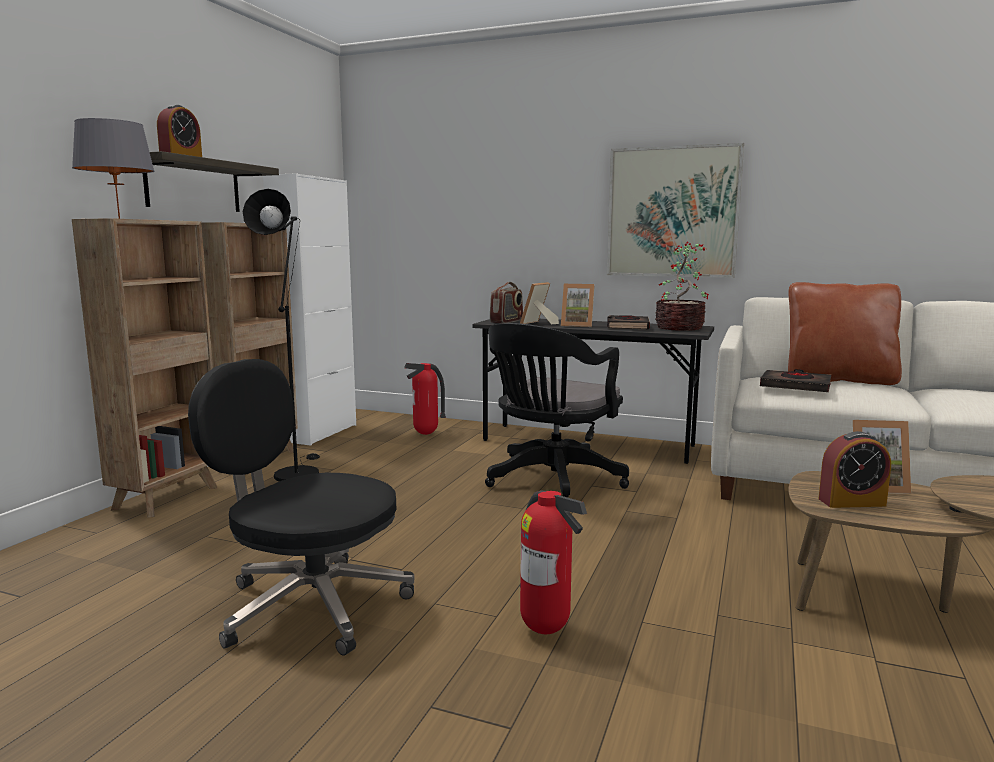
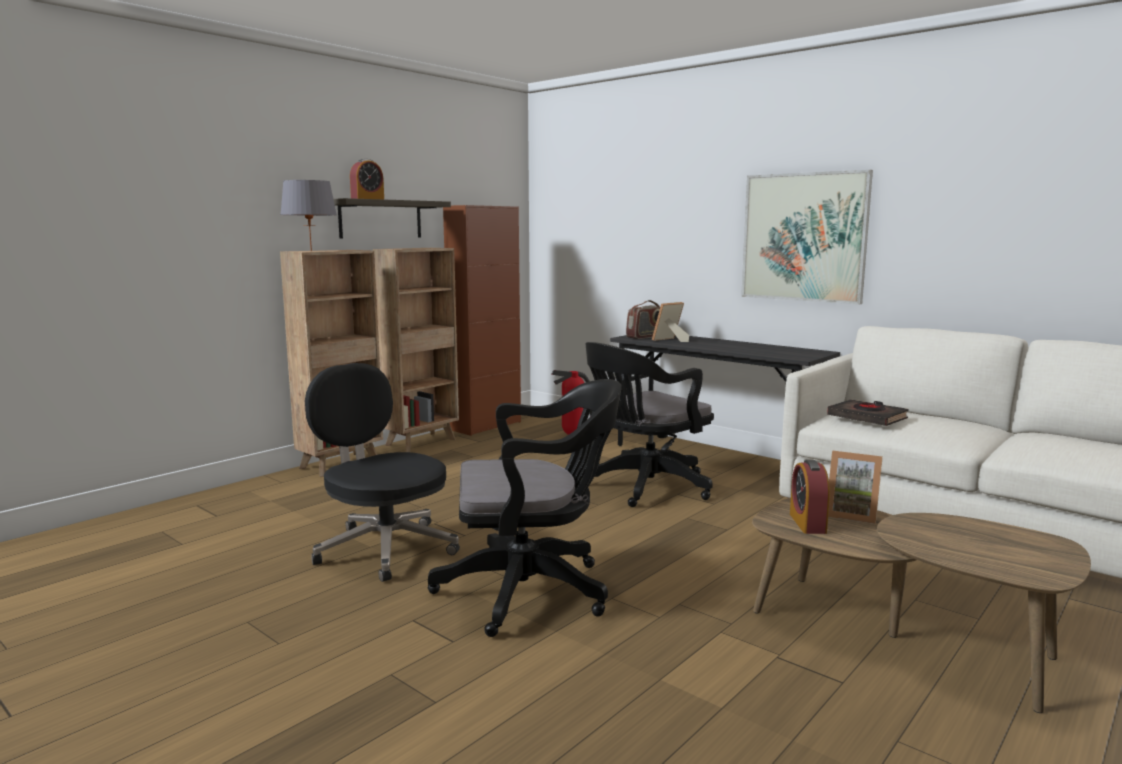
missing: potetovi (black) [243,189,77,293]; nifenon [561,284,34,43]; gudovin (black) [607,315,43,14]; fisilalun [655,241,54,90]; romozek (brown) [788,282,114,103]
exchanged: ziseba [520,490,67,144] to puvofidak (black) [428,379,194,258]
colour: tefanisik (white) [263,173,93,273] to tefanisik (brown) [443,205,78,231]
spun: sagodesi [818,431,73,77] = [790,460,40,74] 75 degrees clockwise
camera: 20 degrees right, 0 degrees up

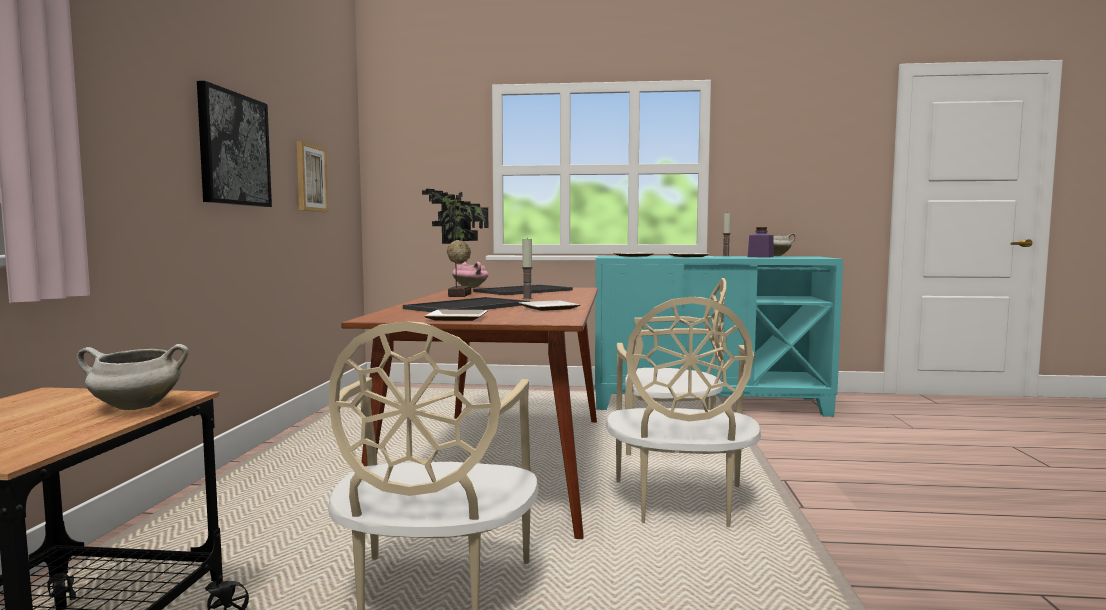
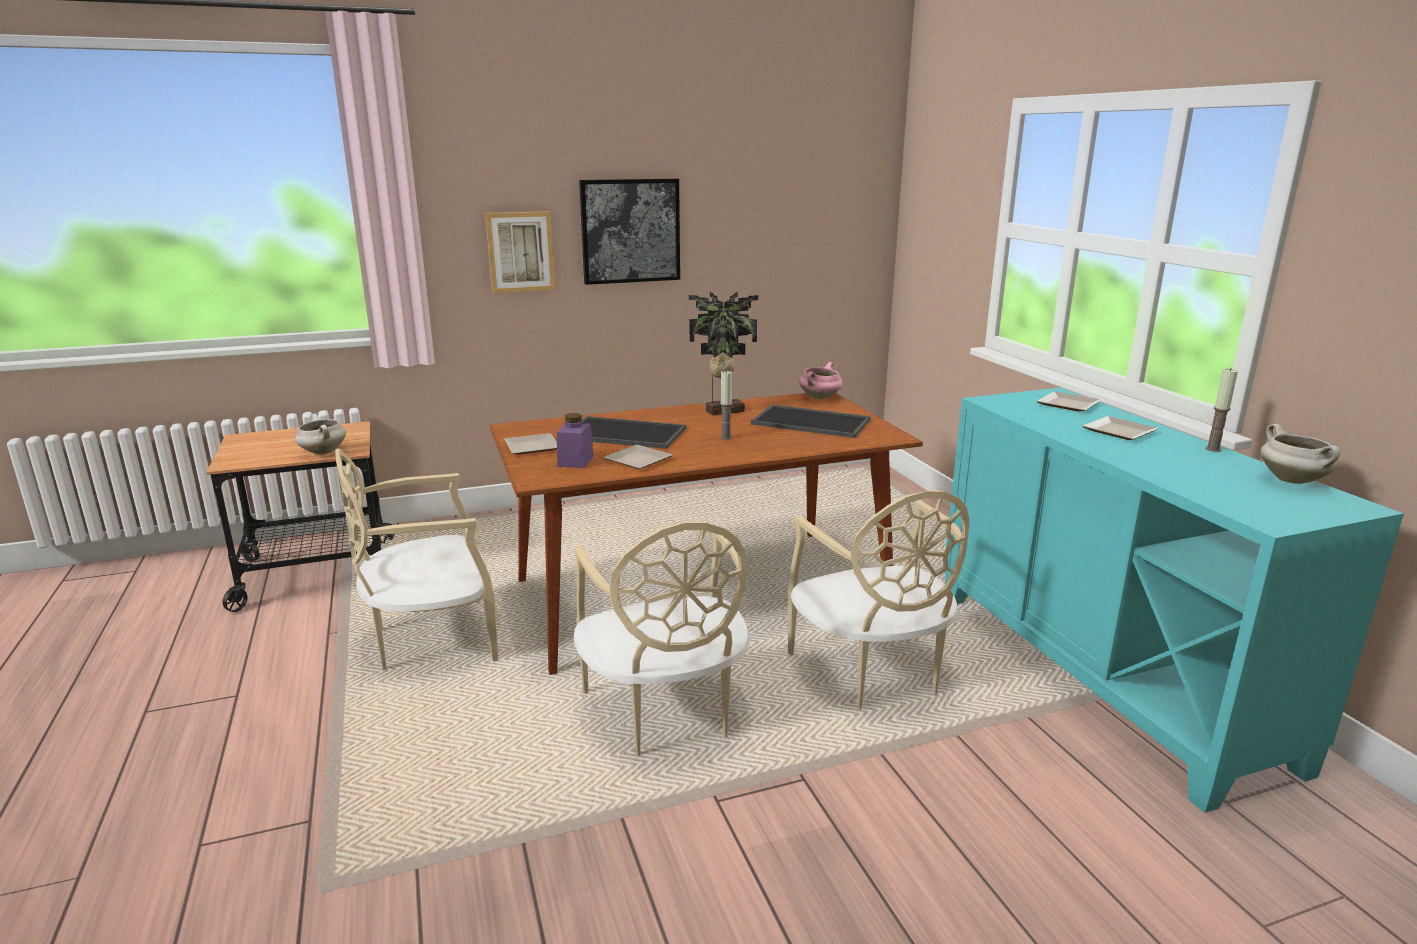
relocated: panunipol [297,141,31,71] to [485,211,70,82]; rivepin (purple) [748,227,26,31] to [557,413,37,55]
spun: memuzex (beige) [606,297,155,230] = [574,521,175,235] 90 degrees counterclockwise
camera: 65 degrees right, 15 degrees up

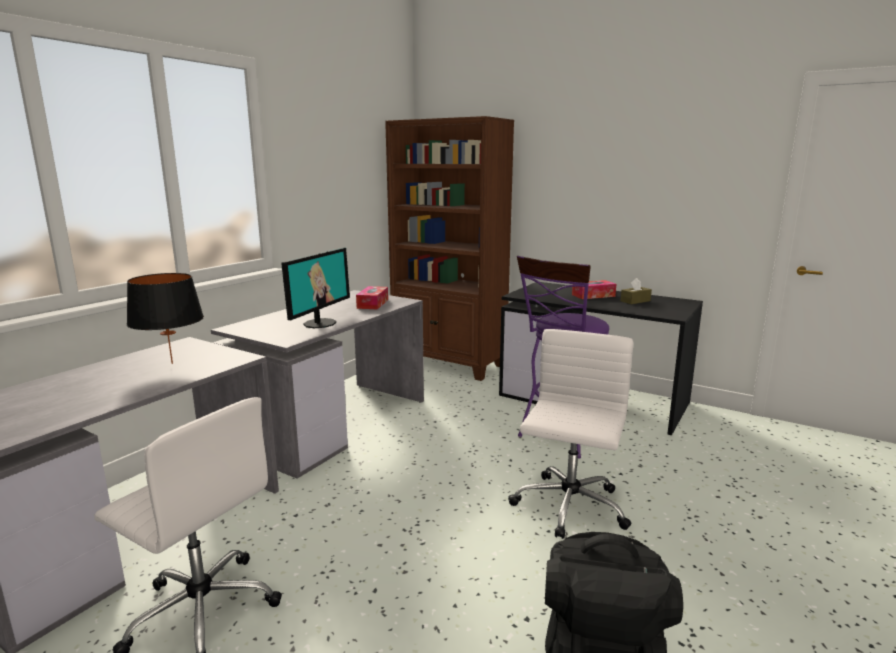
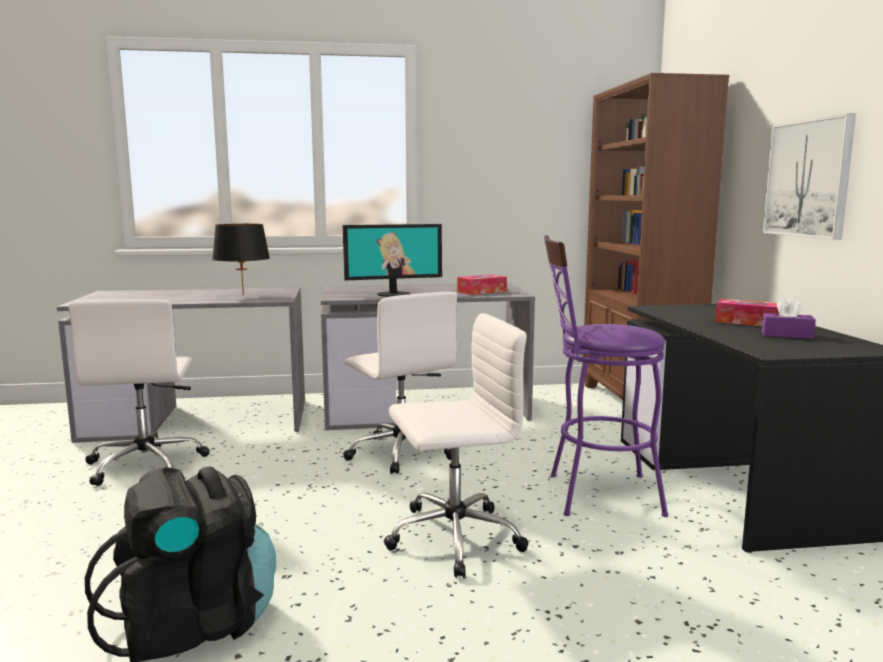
appeared: puvofidak (white) [343,291,114,183]; panunipol [763,113,93,127]
colour: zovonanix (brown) [621,278,31,26] to zovonanix (purple) [762,297,54,42]
camera: 50 degrees right, 5 degrees down

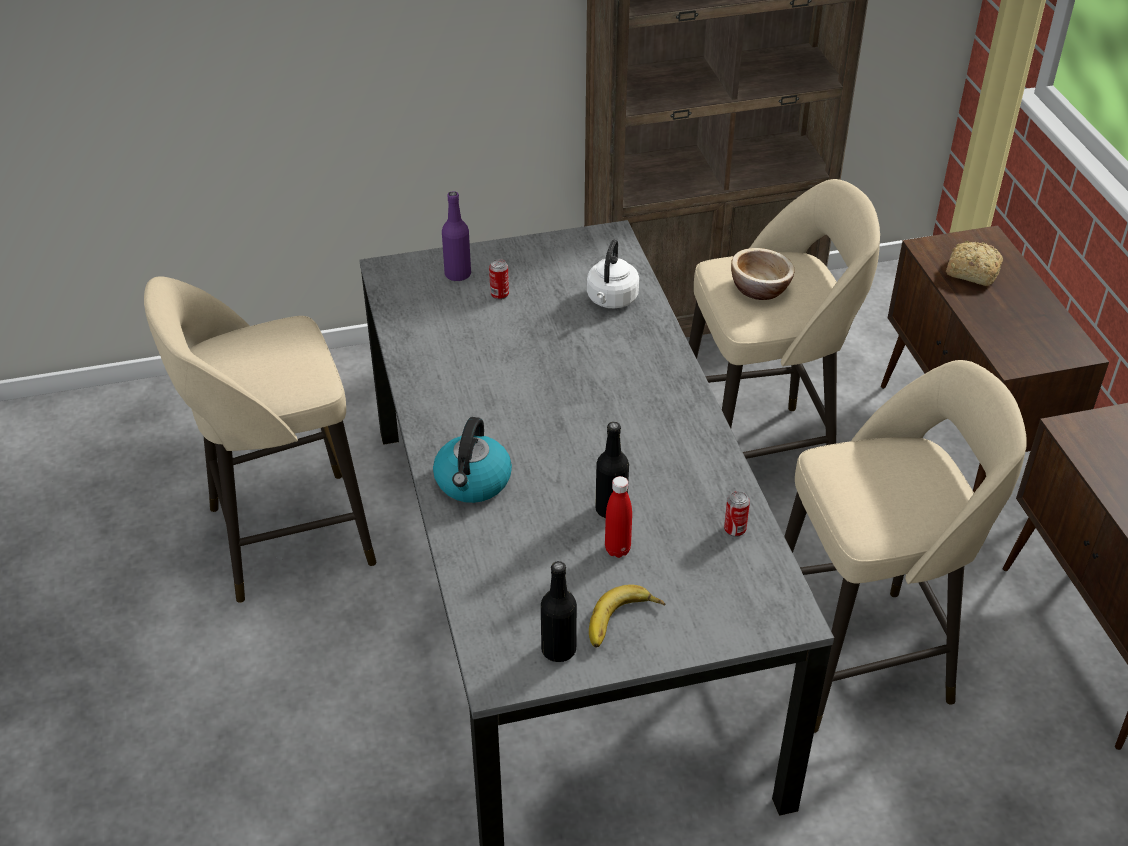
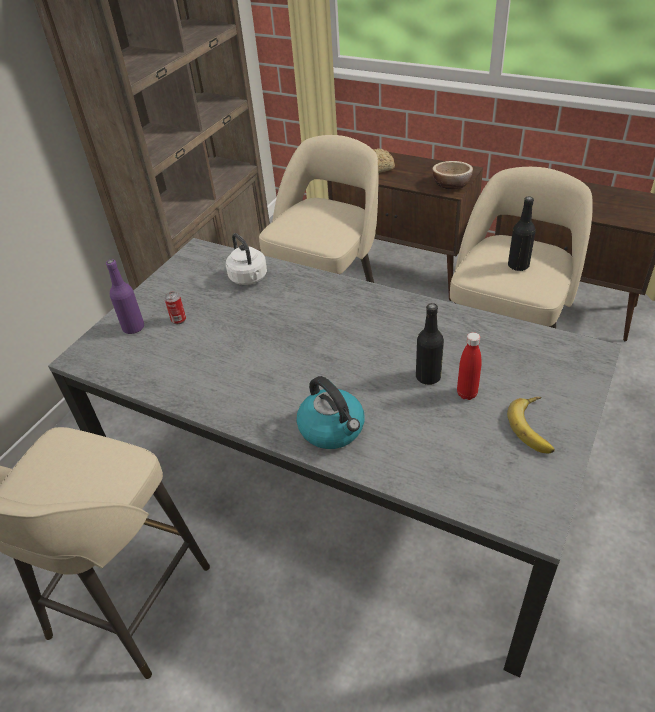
missing: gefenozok [724,491,26,46]
relocated: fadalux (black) [541,561,36,101] to [508,196,28,75]; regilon [731,248,64,52] to [432,161,41,28]
camera: 45 degrees left, 0 degrees up

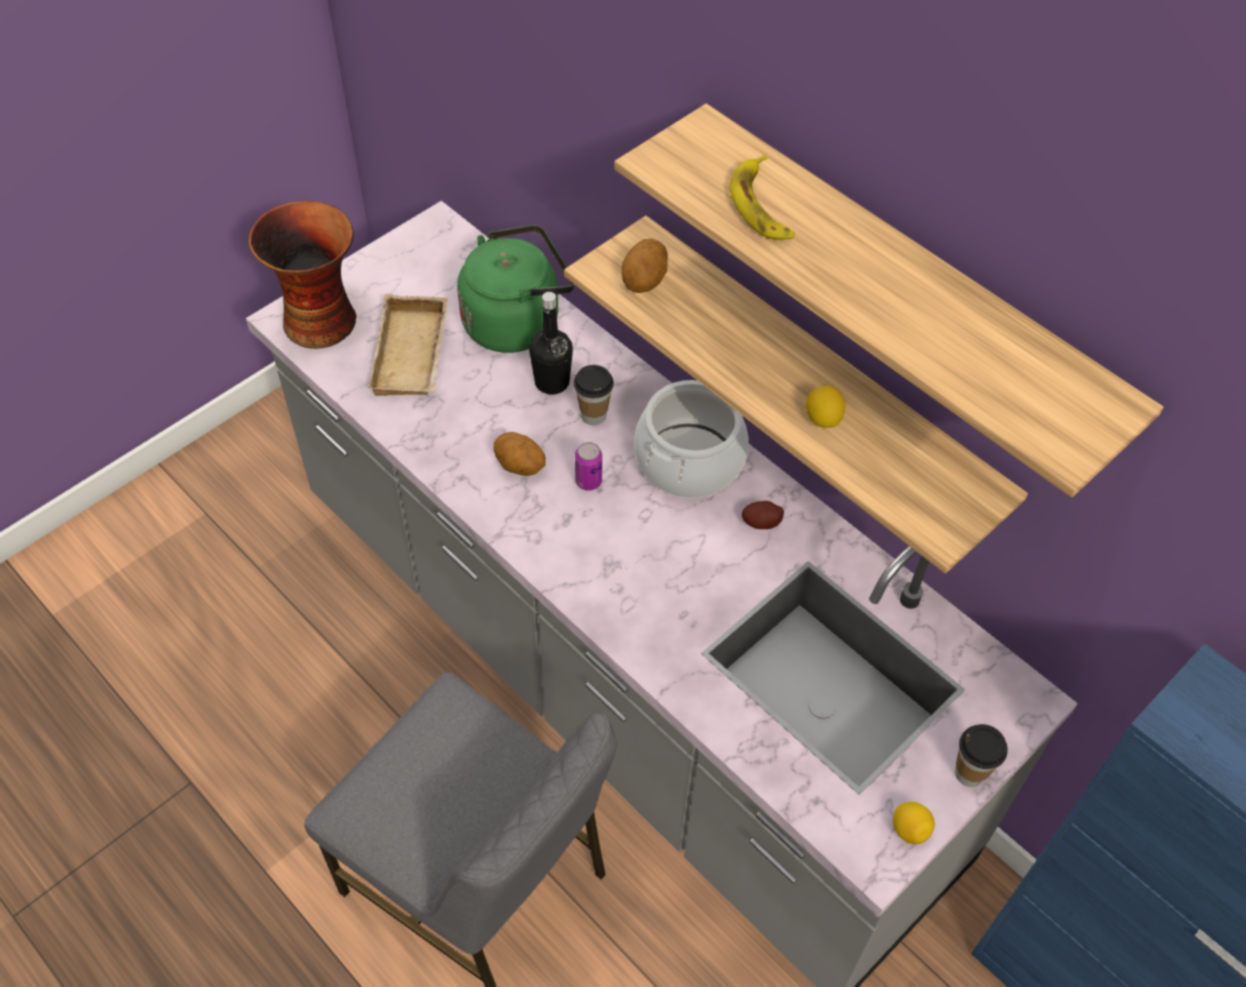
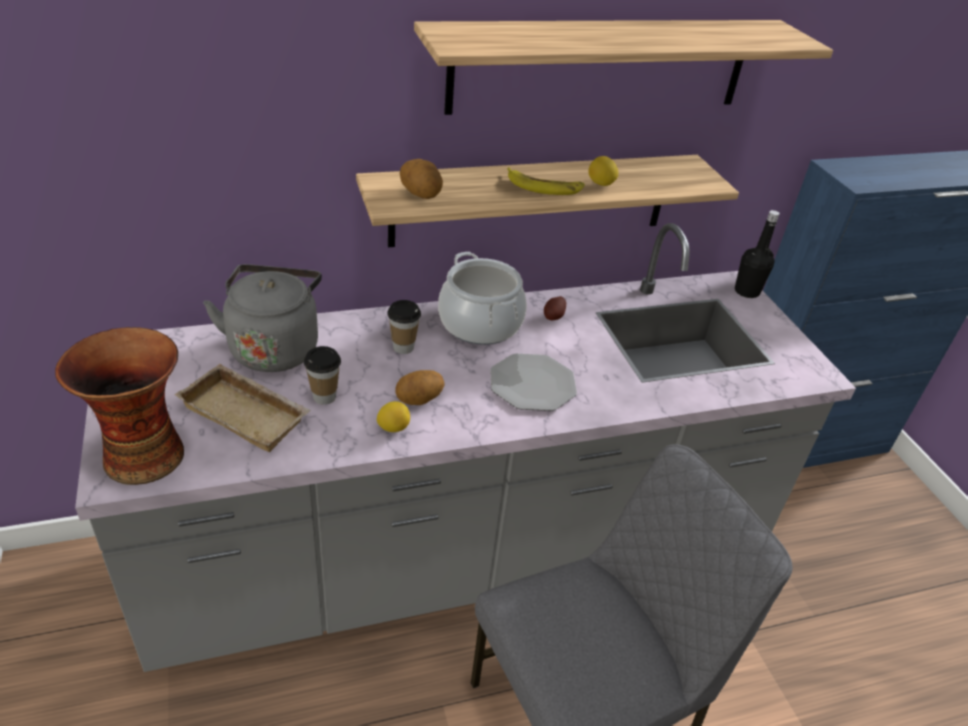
missing: gefenozok [575,442,27,49]
appeared: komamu [490,353,87,58]
relocated: fadalux (black) [529,292,44,103] to [735,210,45,88]; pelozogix [730,155,65,85] to [507,167,78,28]; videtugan [893,802,42,42] to [377,401,33,31]; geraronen [955,724,53,63] to [304,346,37,59]
colour: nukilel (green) [457,225,118,128] to nukilel (grey) [203,264,119,108]
camera: 65 degrees left, 15 degrees down

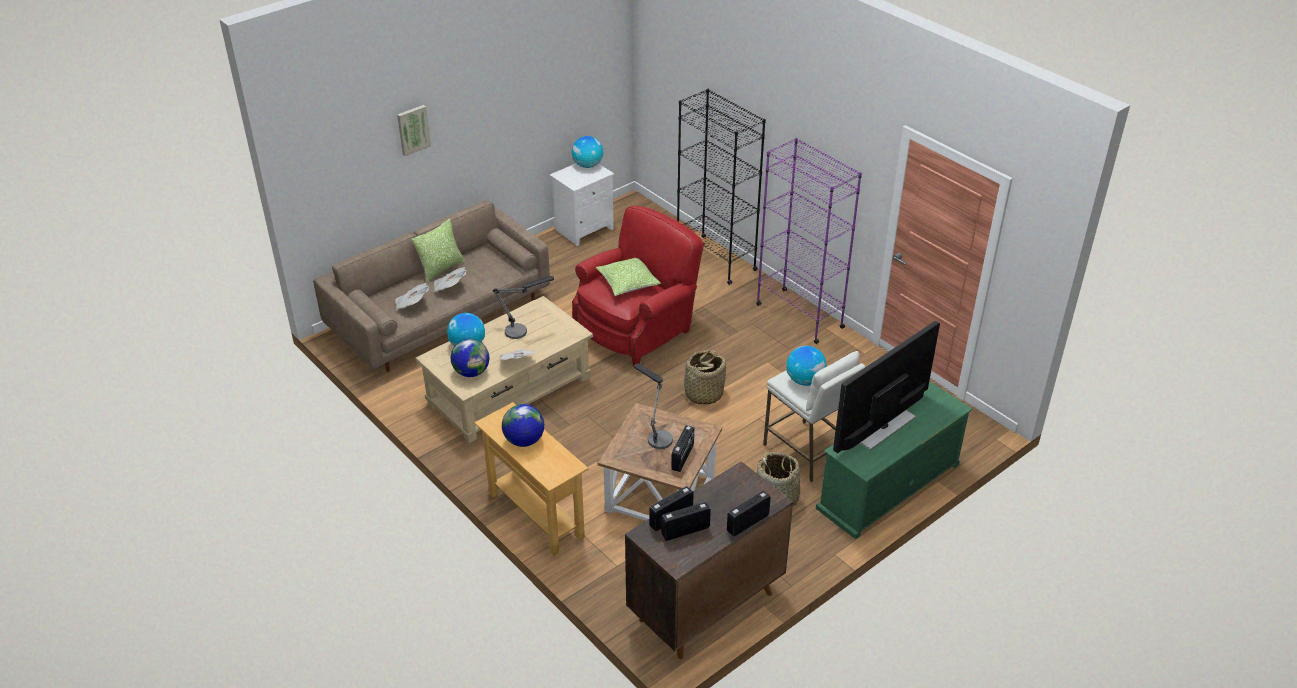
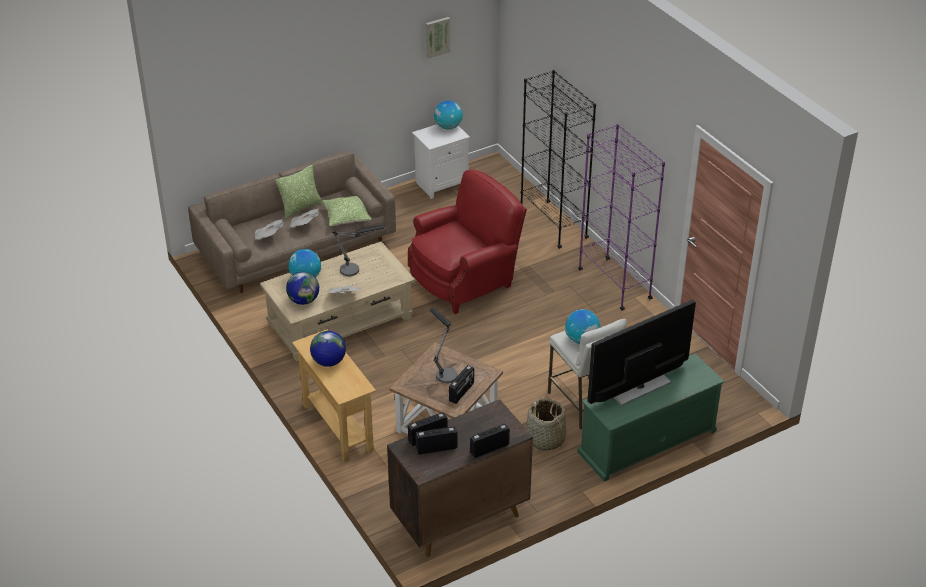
missing: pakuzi [681,350,45,54]
relocated: panunipol [397,105,34,51] to [426,17,24,41]; romozek [596,258,65,38] to [323,196,49,30]
camera: 10 degrees right, 0 degrees up

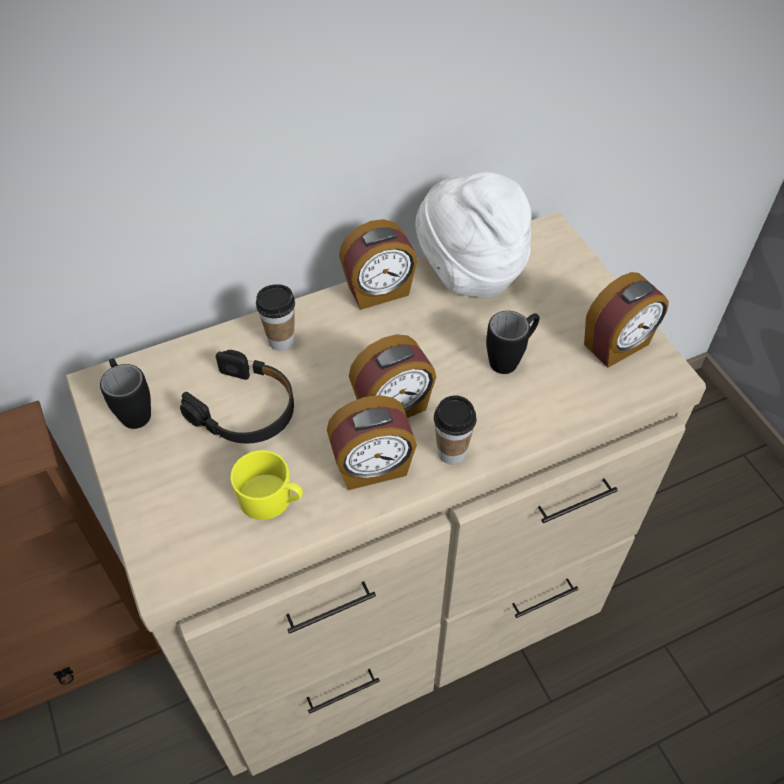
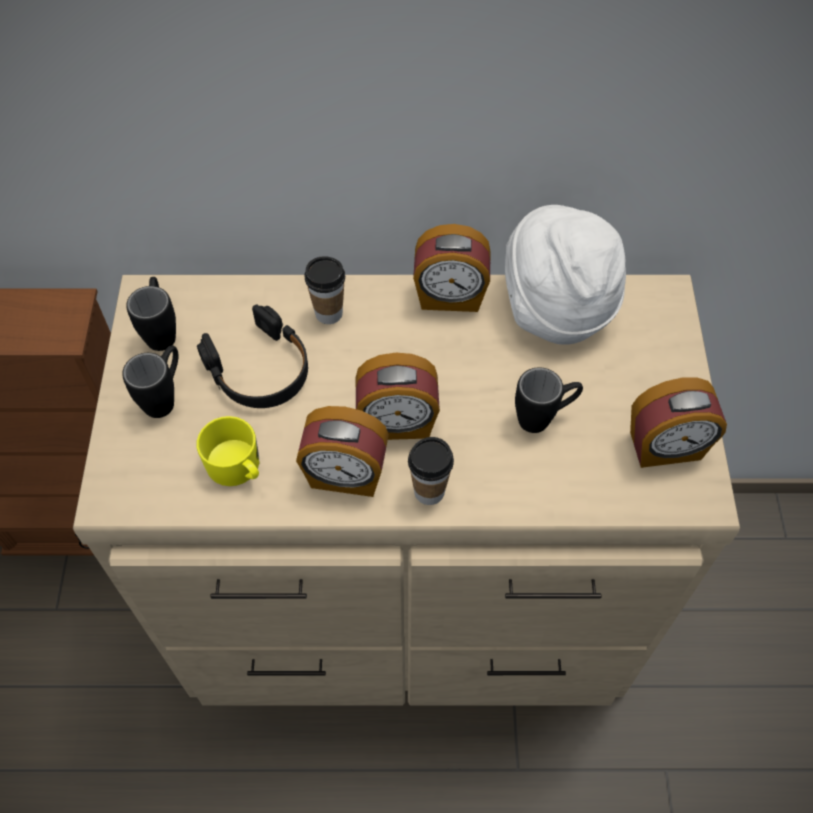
appeared: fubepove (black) [122,345,56,73]
camera: 25 degrees right, 5 degrees up

